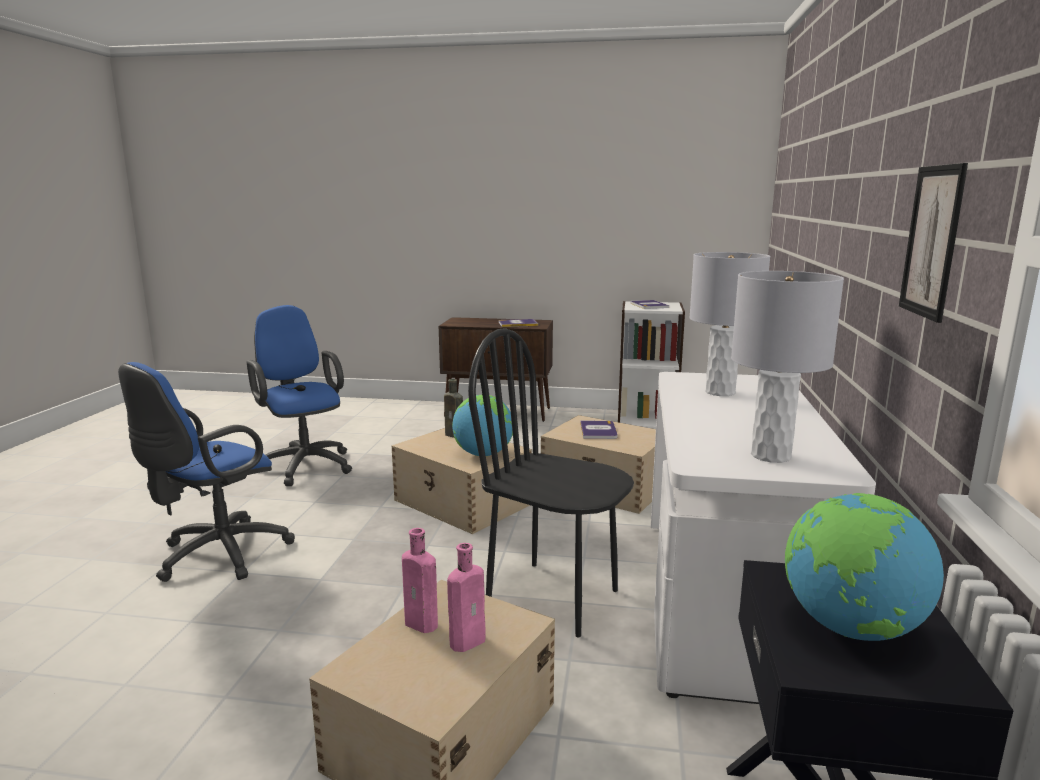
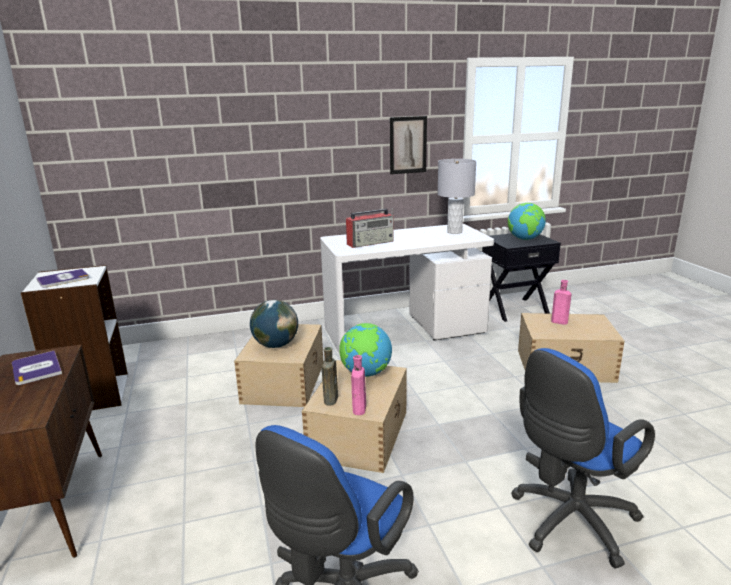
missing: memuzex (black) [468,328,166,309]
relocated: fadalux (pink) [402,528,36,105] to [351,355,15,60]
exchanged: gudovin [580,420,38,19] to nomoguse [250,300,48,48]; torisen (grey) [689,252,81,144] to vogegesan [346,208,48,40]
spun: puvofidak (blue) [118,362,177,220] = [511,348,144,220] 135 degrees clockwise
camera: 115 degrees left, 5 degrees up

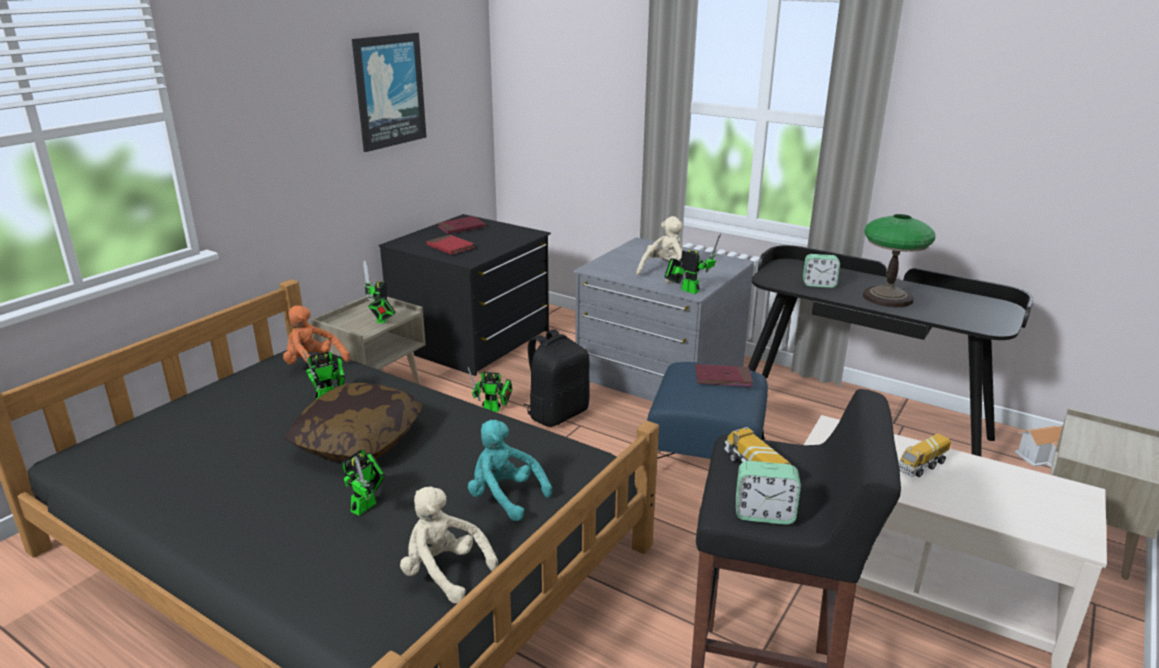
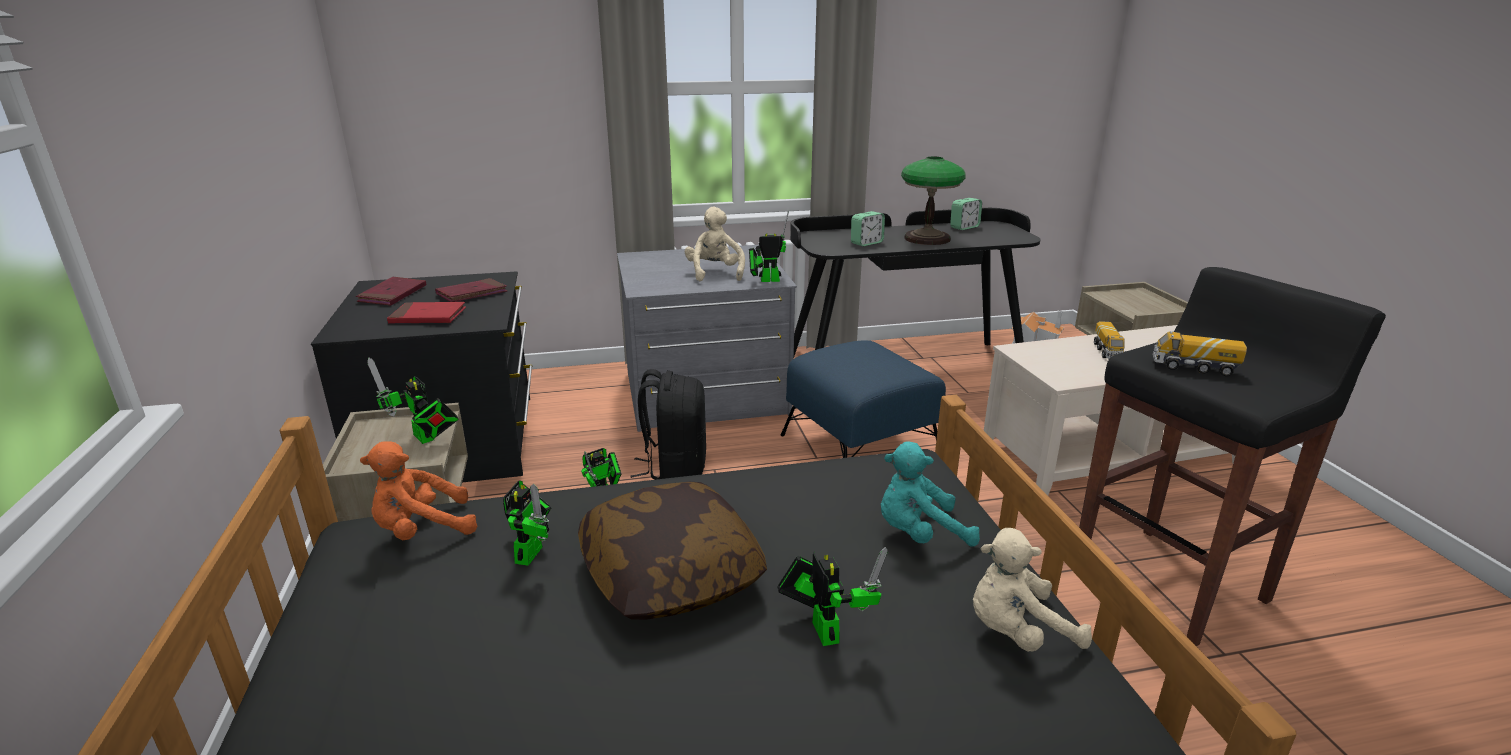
missing: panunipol [352,33,74,119]
relocated: gudovin (red) [695,364,58,23] to [435,278,72,24]; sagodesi [736,461,65,64] to [950,198,32,32]
camera: 45 degrees left, 0 degrees up

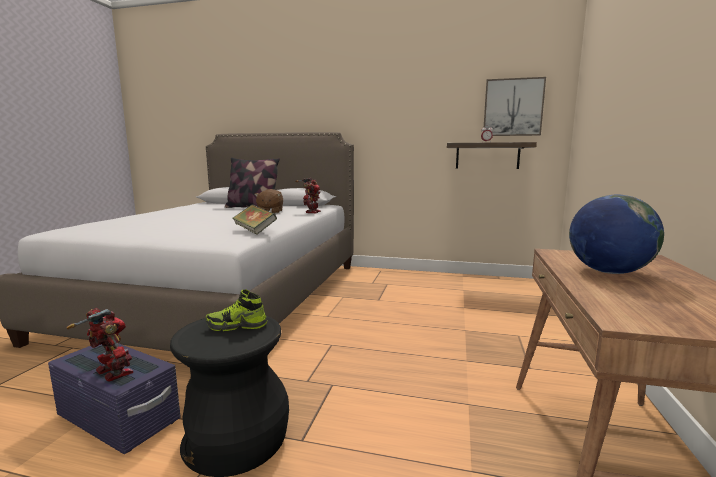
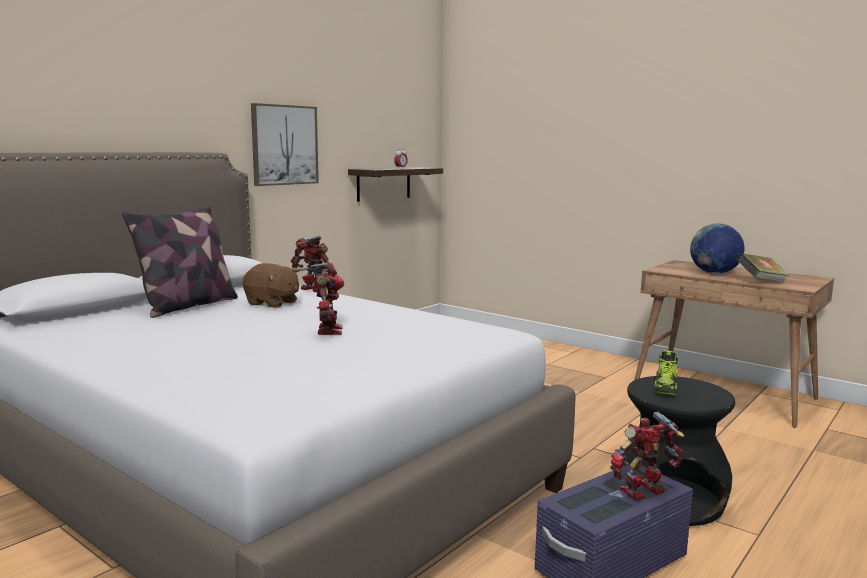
appeared: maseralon [292,262,52,73]
relocated: gudovin [233,204,44,30] to [737,253,53,29]; panunipol [484,77,62,59] to [251,103,68,83]
camera: 65 degrees left, 0 degrees up

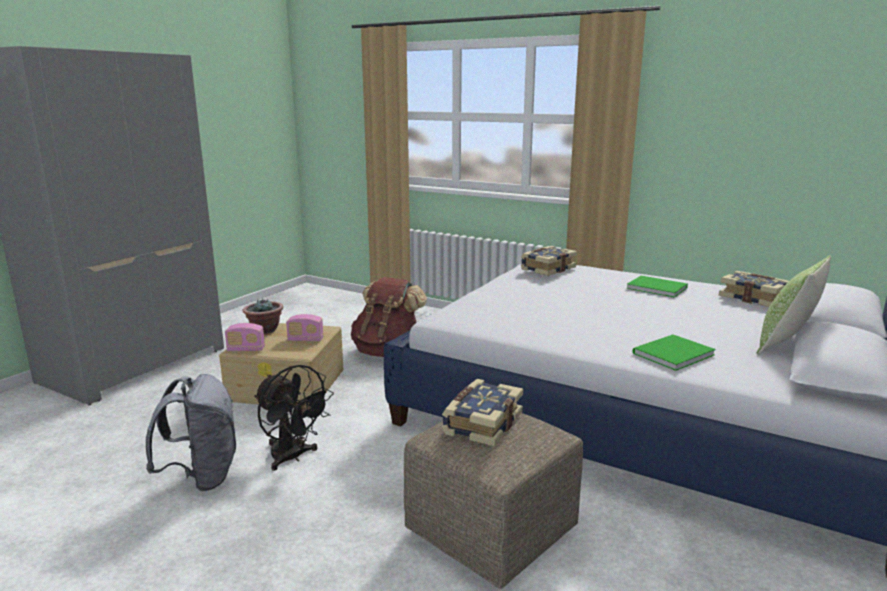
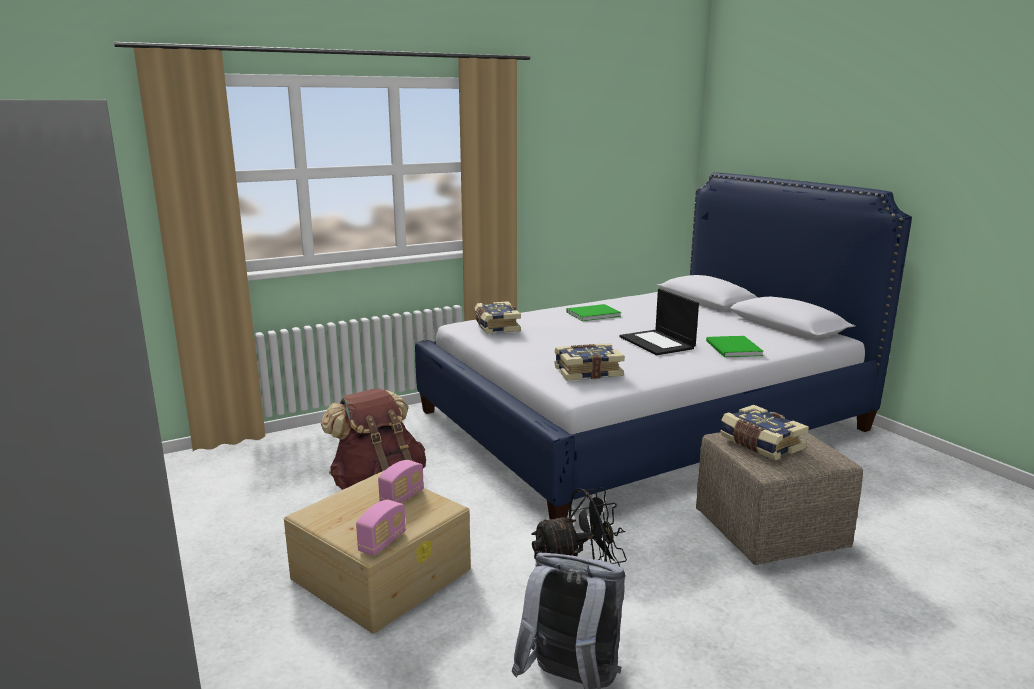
missing: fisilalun [243,298,40,36]; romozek [757,255,74,100]
appeared: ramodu [620,289,79,66]
relocated: gudovin [719,271,70,36] to [554,343,71,38]
camera: 60 degrees left, 0 degrees up

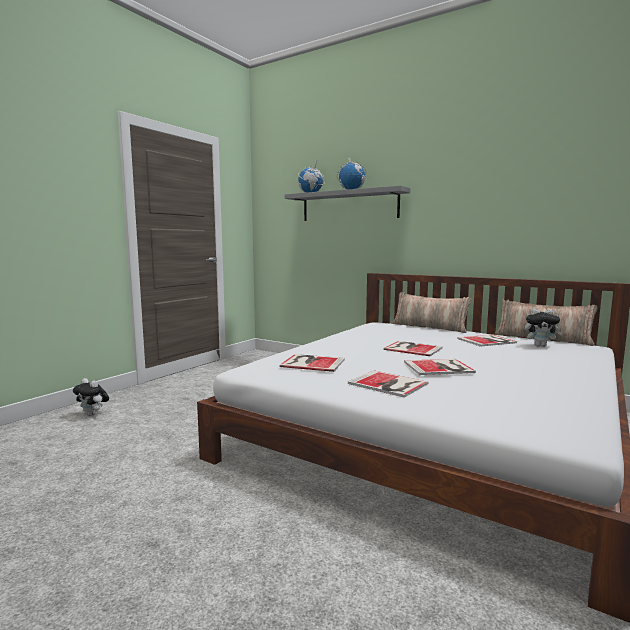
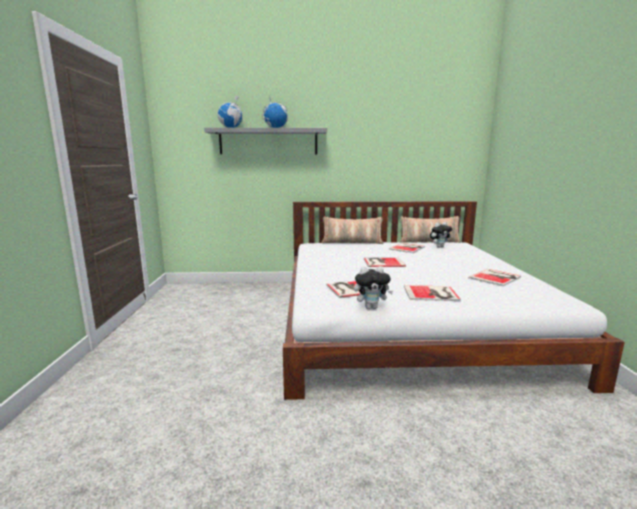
relocated: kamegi [73,378,36,38] to [354,266,39,43]; gudovin [404,359,72,16] to [468,269,53,17]
camera: 35 degrees left, 5 degrees up

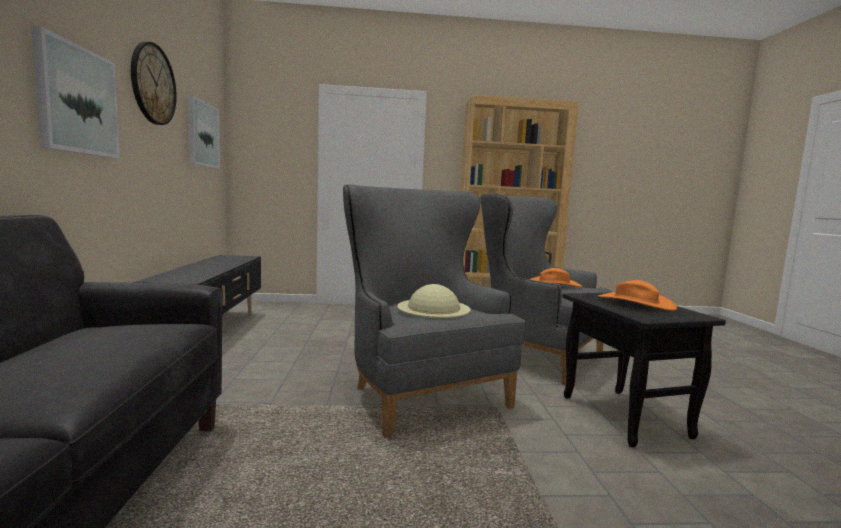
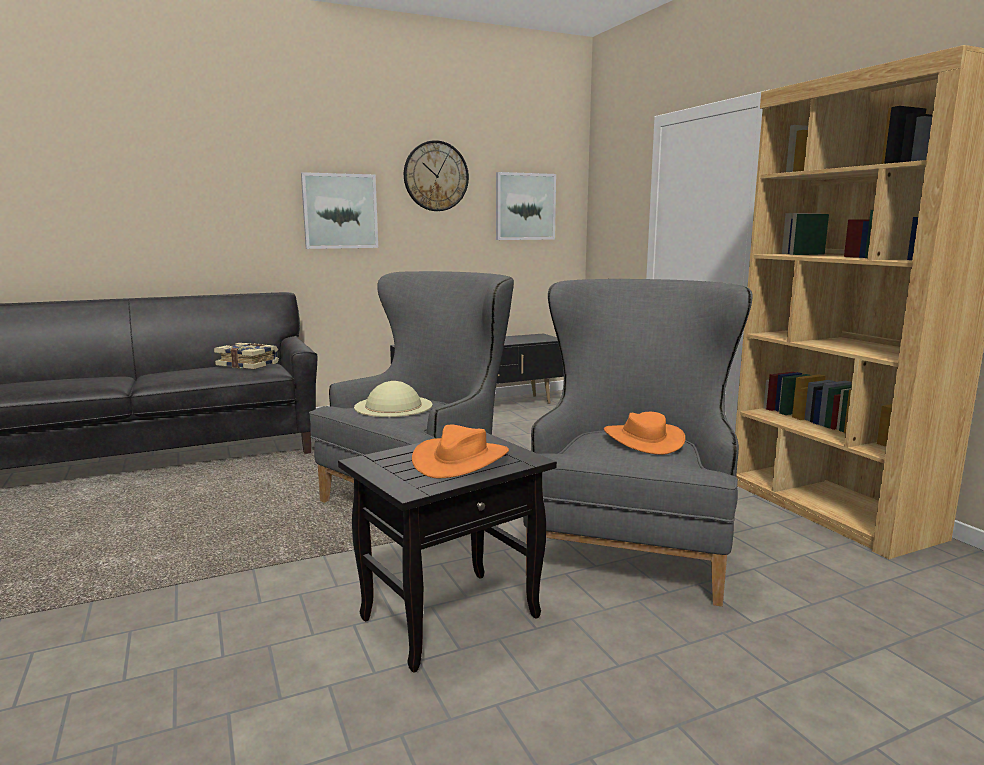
appeared: gudovin [214,343,65,26]
camera: 70 degrees right, 5 degrees up

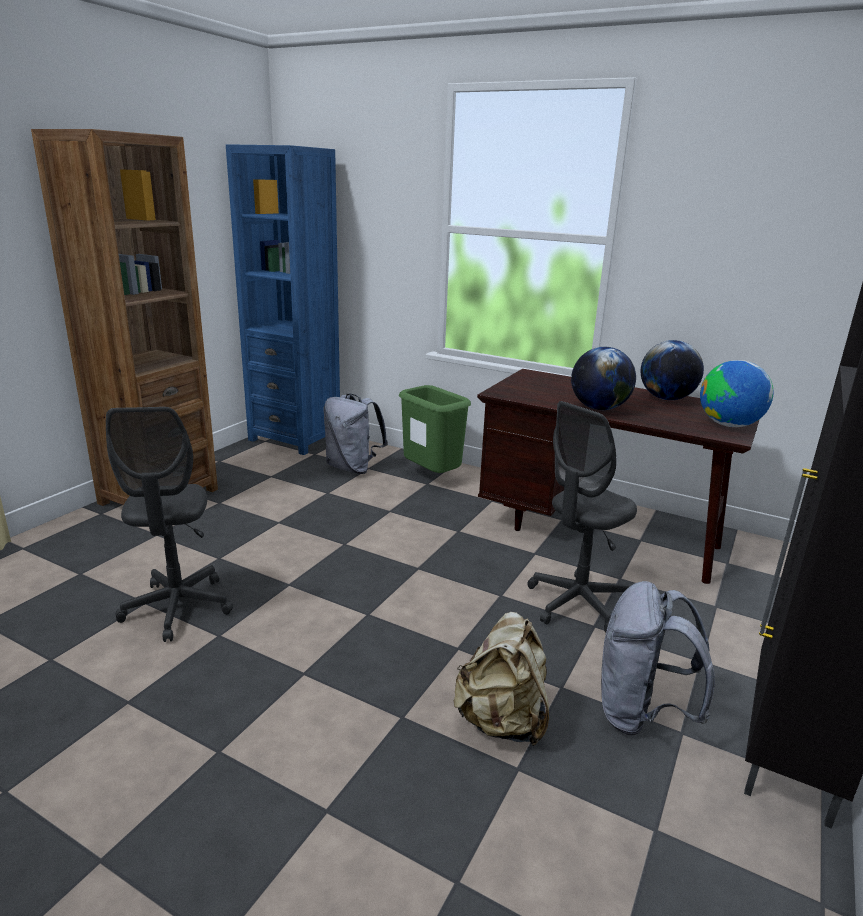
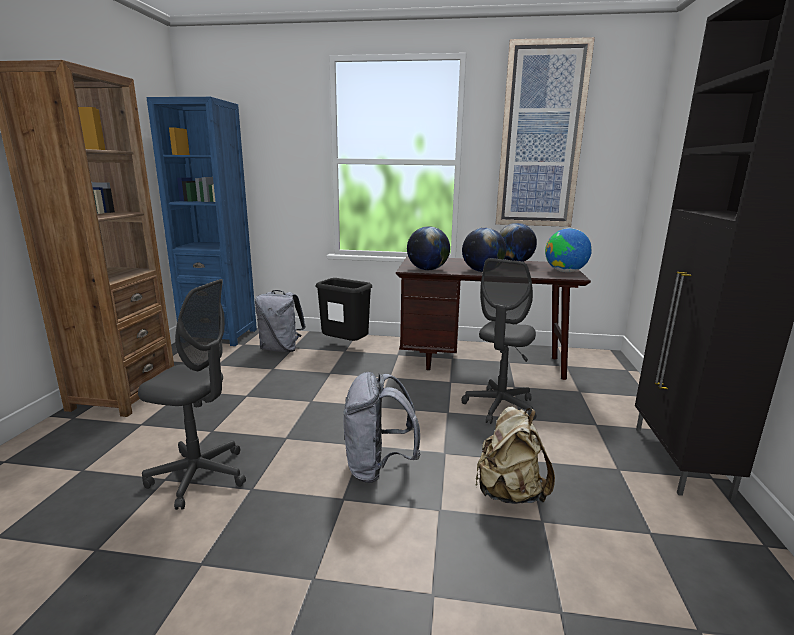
appeared: nomoguse [407,226,43,44]; panunipol [495,37,100,190]
relocated: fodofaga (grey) [601,581,114,155] to [343,372,77,111]
colour: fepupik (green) [399,385,72,88] to fepupik (black) [315,278,57,63]
spun: puvofidak (grey) [106,407,127,235] = [138,279,108,231] 45 degrees counterclockwise
camera: 20 degrees left, 5 degrees down

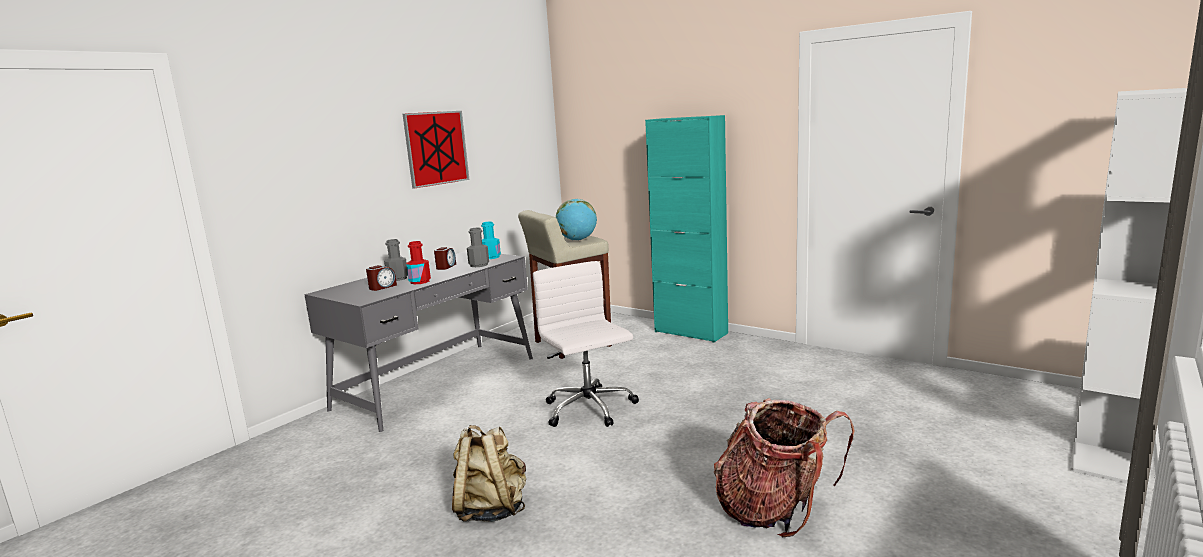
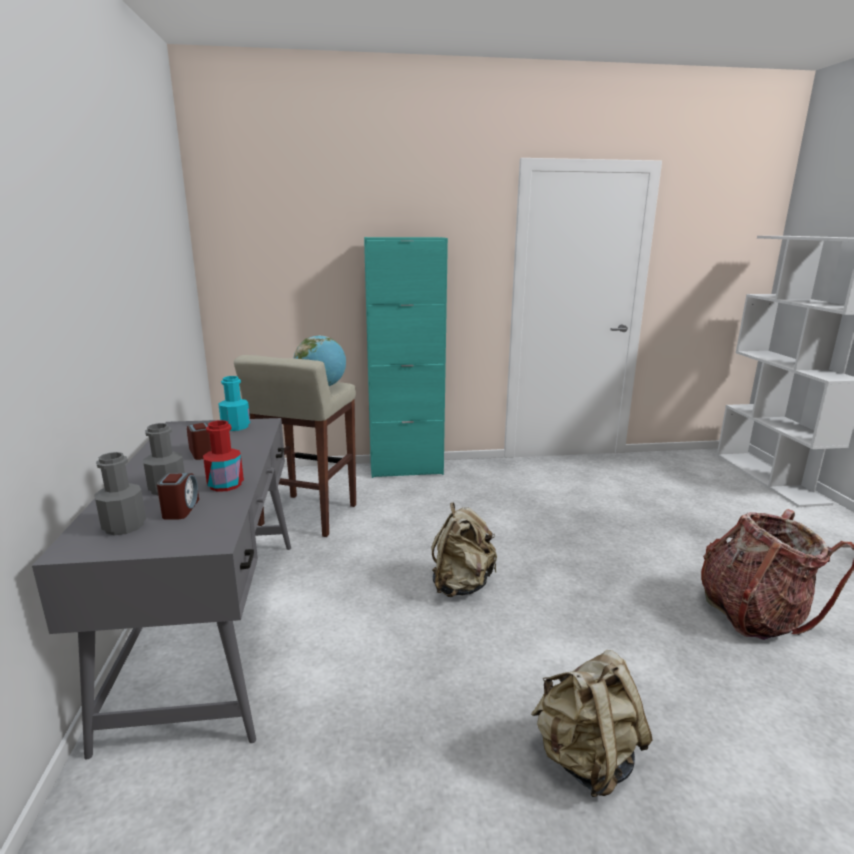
missing: panunipol [403,111,67,77]
relocated: fadalux (grey) [467,228,22,39] to [94,452,52,83]
exchanged: puvofidak (white) [533,261,106,166] to fodofaga (beige) [432,502,65,95]
camera: 45 degrees left, 5 degrees up

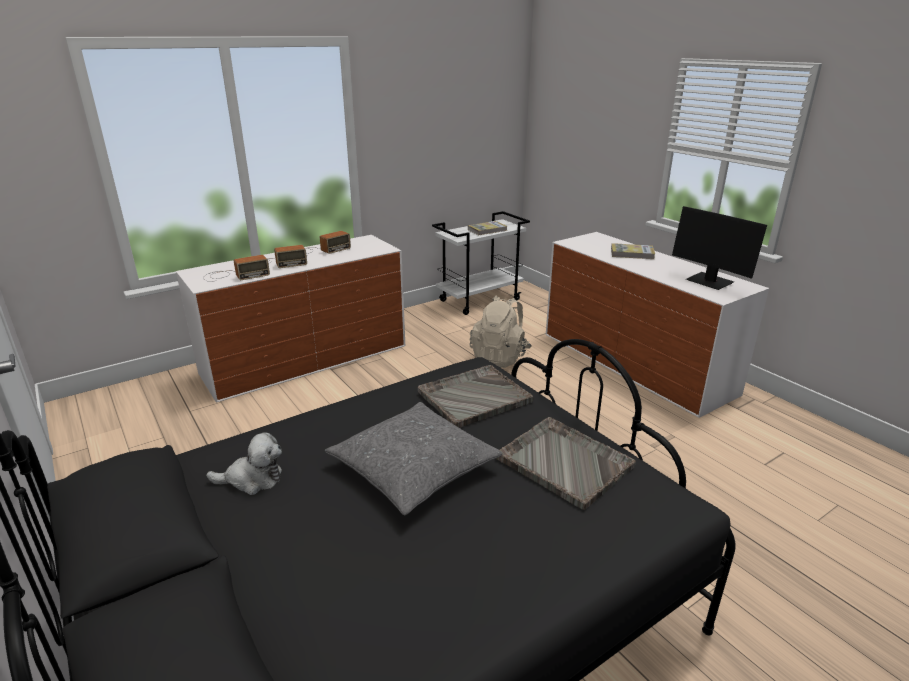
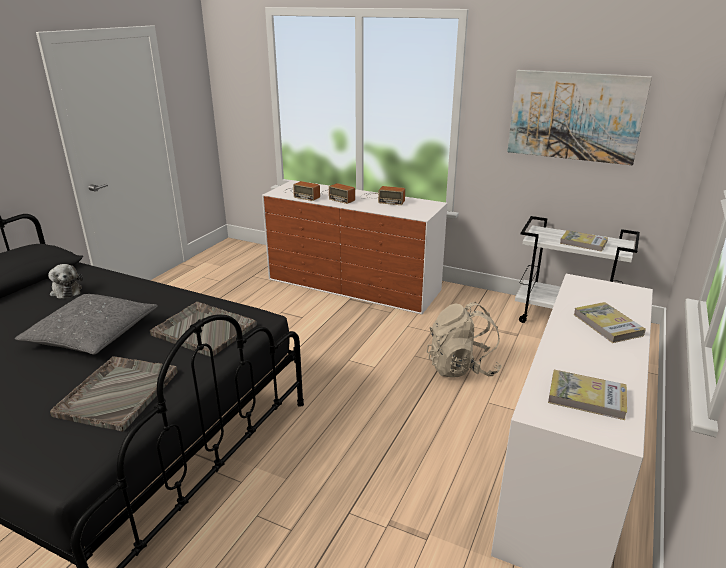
appeared: panunipol [507,70,145,95]
exchanged: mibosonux [672,206,95,84] to gudovin [548,370,79,50]
camera: 60 degrees right, 0 degrees up

